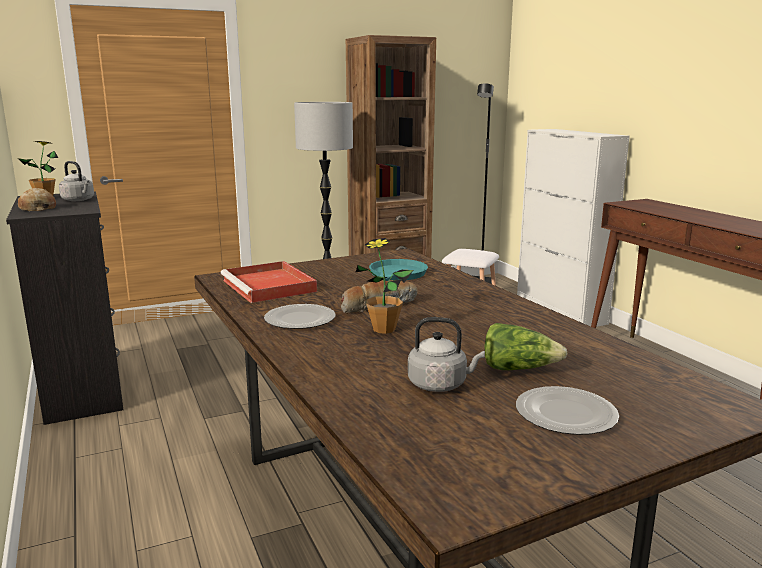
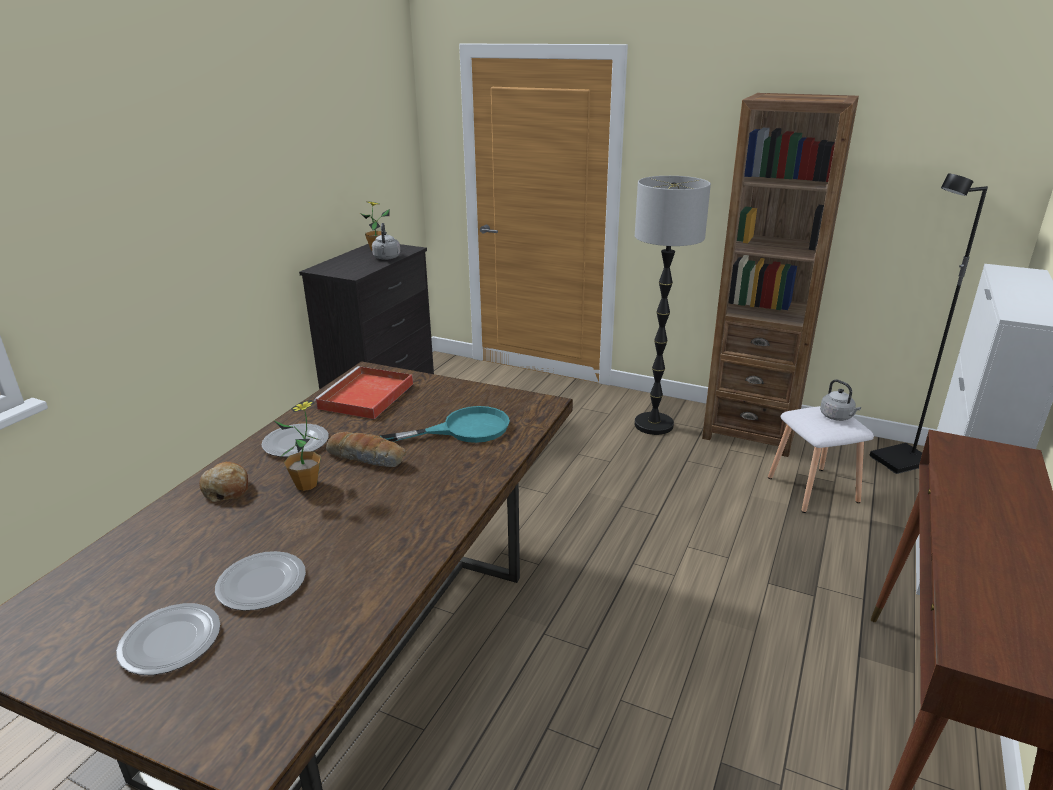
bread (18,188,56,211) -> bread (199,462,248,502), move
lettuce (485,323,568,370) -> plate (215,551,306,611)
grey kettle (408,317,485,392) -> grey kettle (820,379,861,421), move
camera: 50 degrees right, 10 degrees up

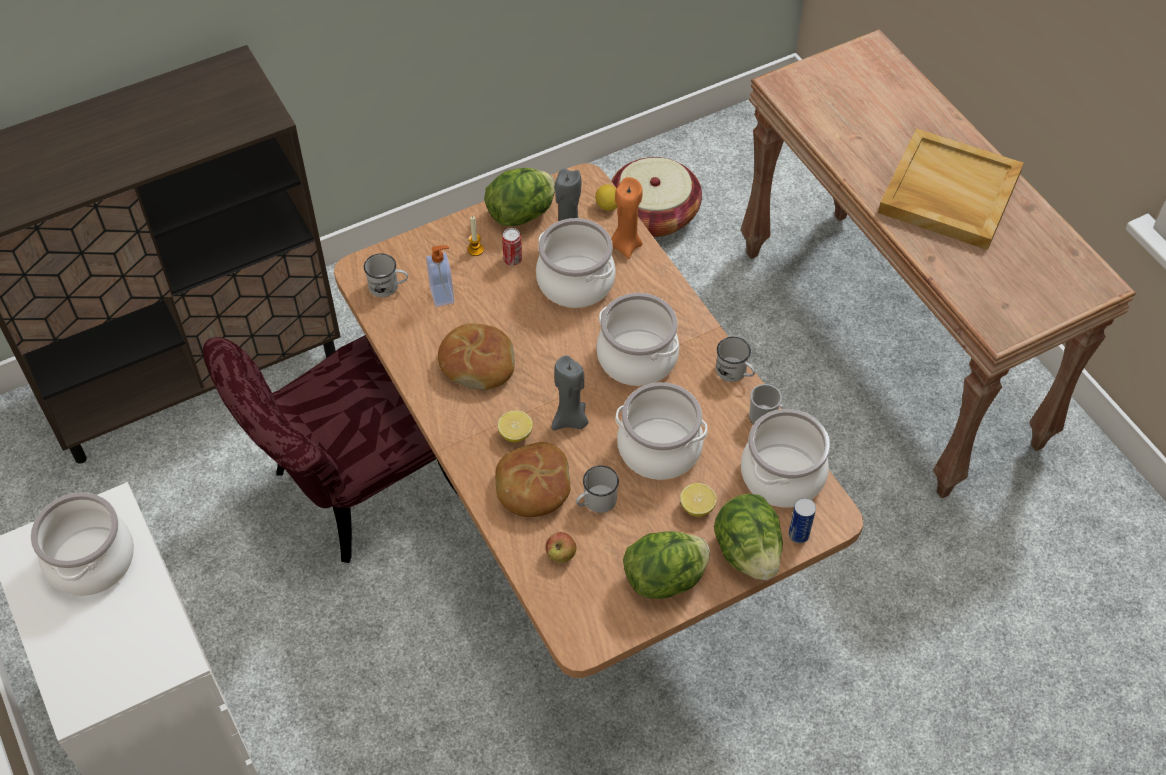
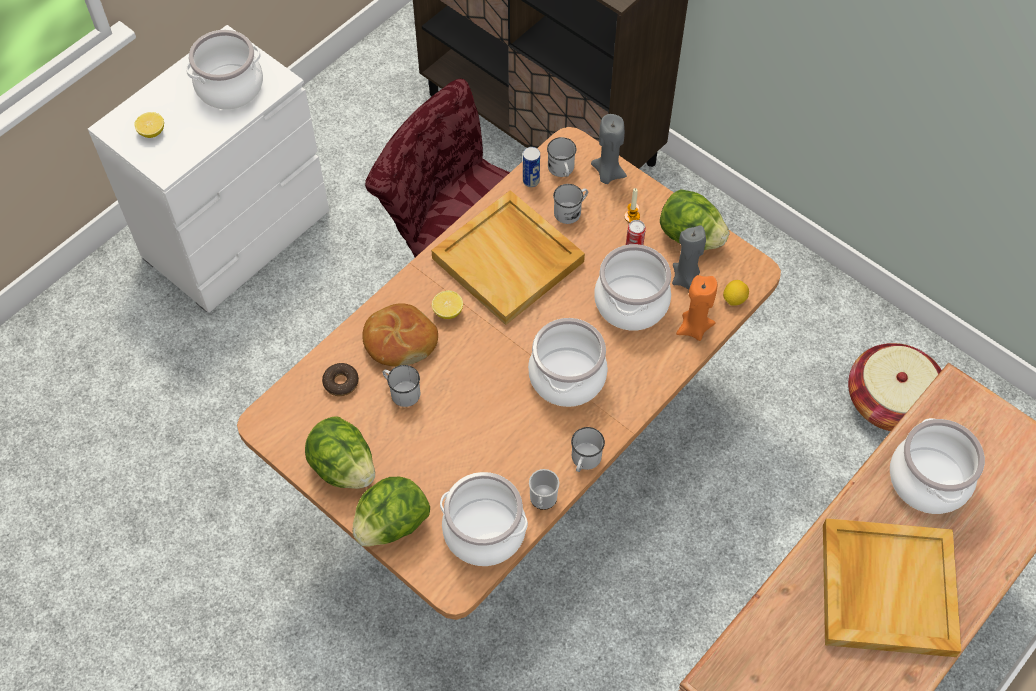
lemon (680,483,717,517) -> lemon (134,112,164,138), move
apple (545,532,577,563) -> donut (322,363,359,396)
bread (438,323,515,390) -> beige tray (431,190,585,325)
can (789,498,816,544) -> can (523,147,540,187), move
soap dispenser (426,245,454,307) -> white mug (553,184,588,224)
grey candle (551,355,588,430) -> grey candle (591,114,627,184), move
cooking pot (615,382,708,480) -> cooking pot (890,418,985,514), move
camera: 70 degrees right, 5 degrees up

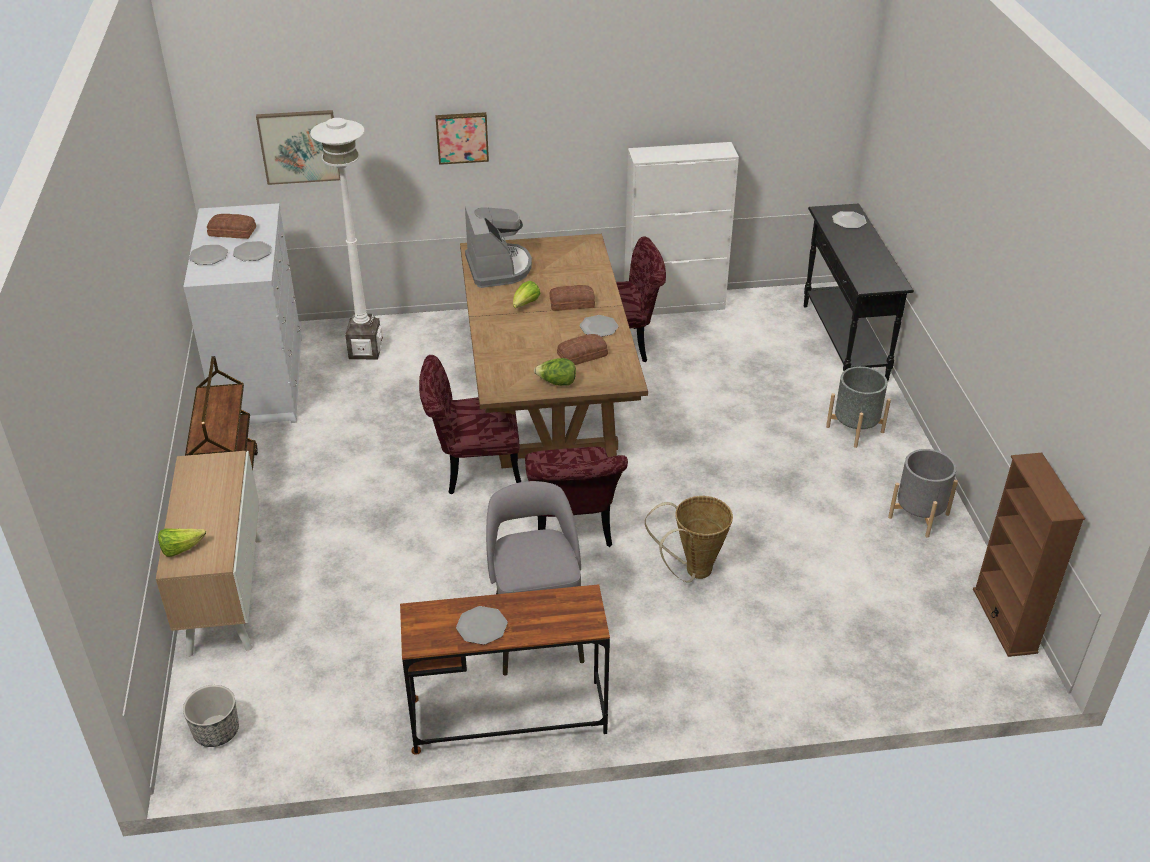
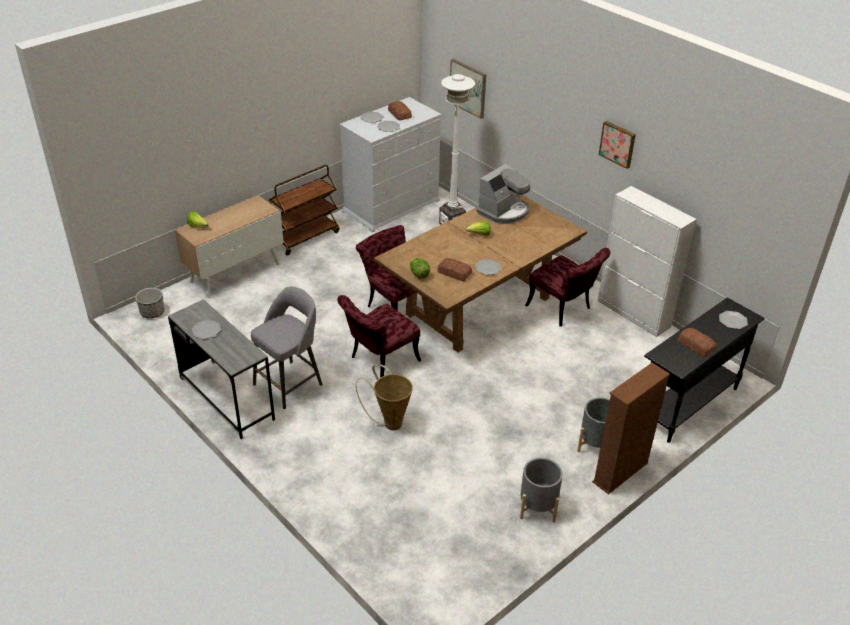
brown desk (400,584,610,755) -> grey desk (168,299,275,439)
brown bookcase (973,453,1085,657) -> brown bookcase (592,363,670,494), move
picture (435,112,489,165) -> picture (599,121,636,169), move
bread (549,285,595,311) -> bread (677,328,716,357), move
camera: 55 degrees right, 0 degrees up

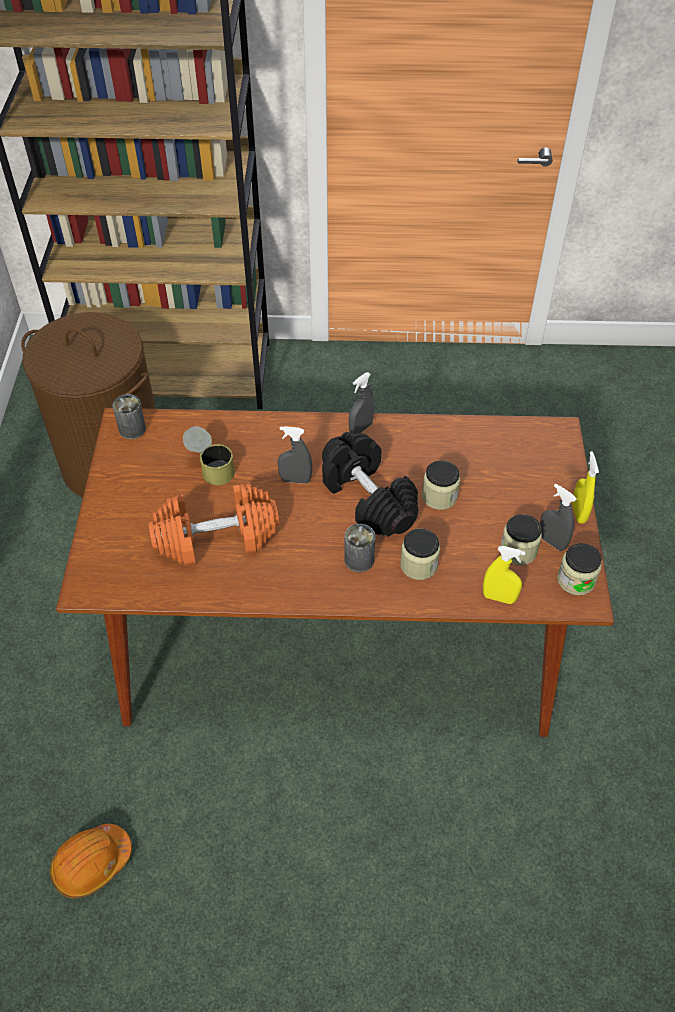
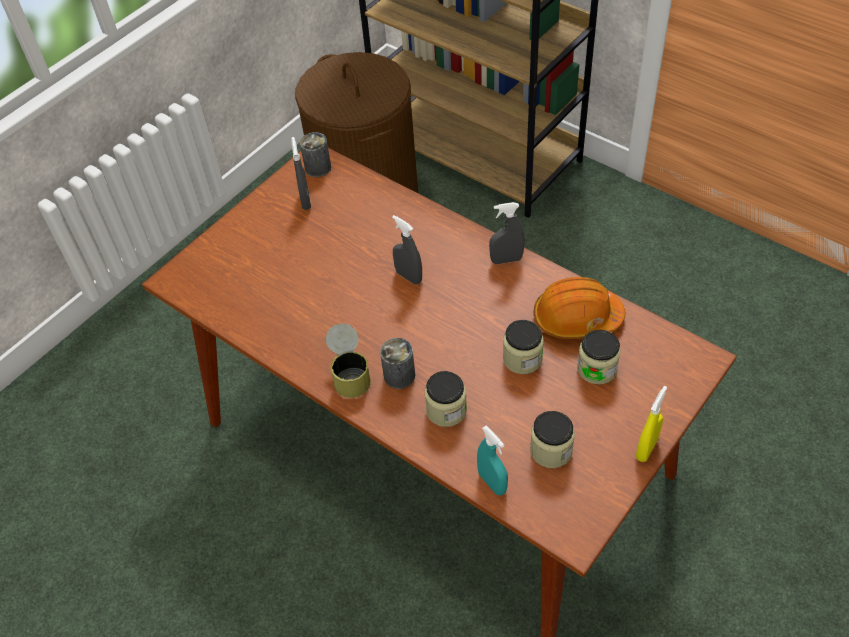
grey spray bottle (540,484,577,551) -> grey spray bottle (291,137,311,210), move
can (183,426,235,485) -> can (326,323,371,398), move
yellow spray bottle (483,546,525,604) -> turquoise spray bottle (477,426,508,495)
orange hard hat (50,824,132,898) -> orange hard hat (534,277,625,339), move
jar (557,543,602,595) -> jar (577,330,621,385), move
orange dumbbell (148,483,279,566) -> none
black dumbbell (322,432,418,537) -> none
camera: 40 degrees right, 0 degrees up

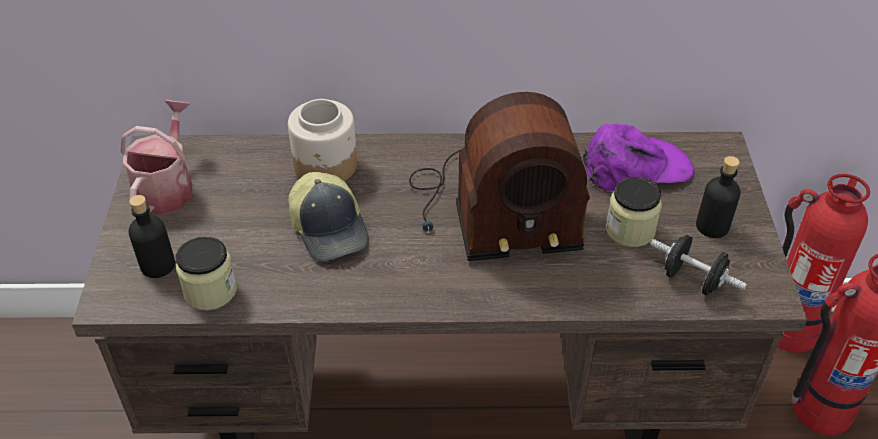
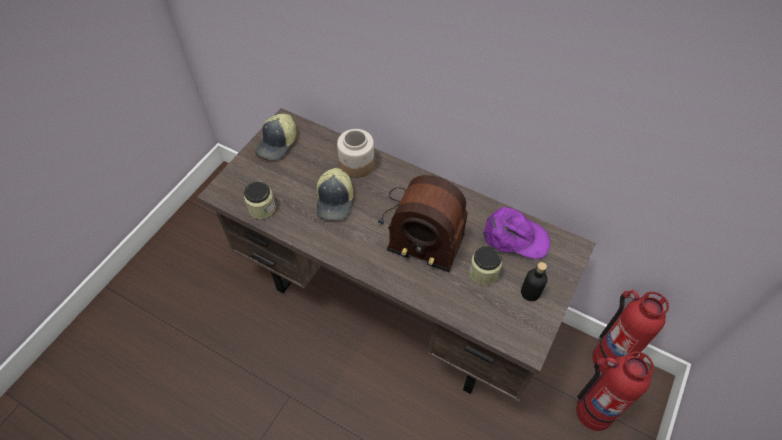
watering can (120,100,193,215) -> cap (255,114,297,161)
black bottle (129,195,175,278) -> none
black dumbbell (650,234,747,295) -> none
camera: 30 degrees right, 10 degrees up

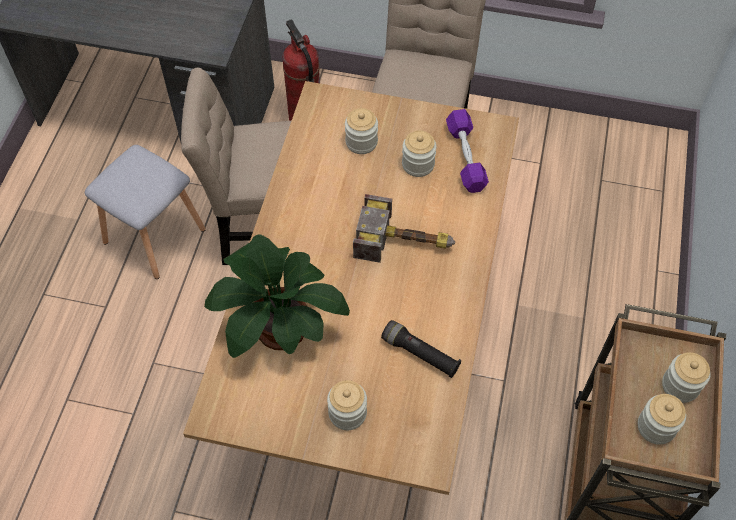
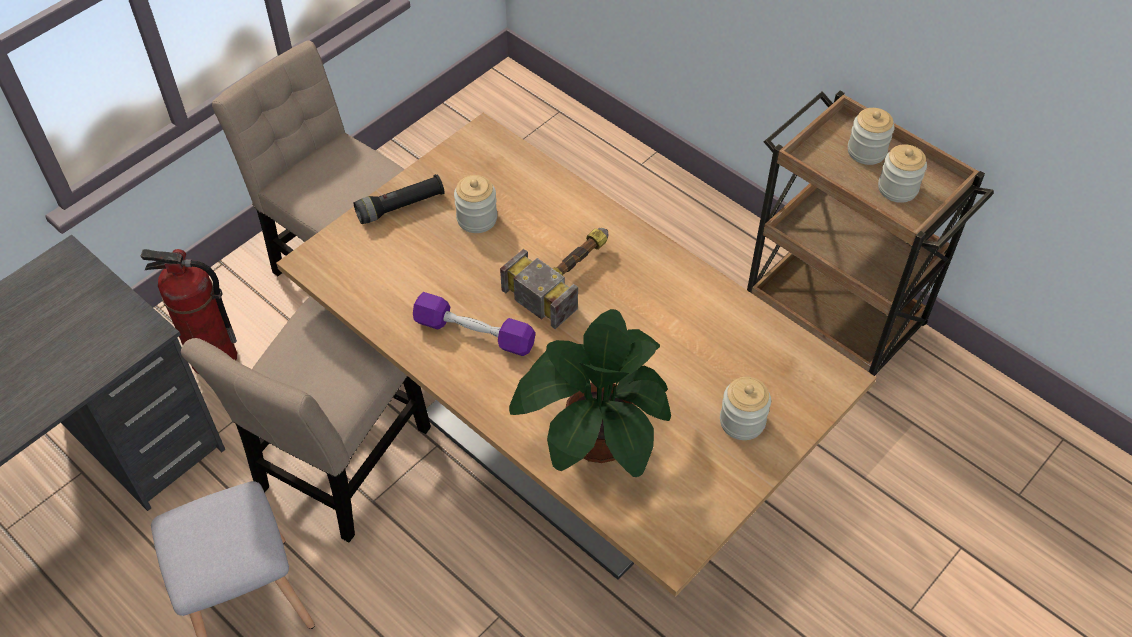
black flashlight (381,320,461,378) -> black flashlight (354,174,444,224), move
purple dumbbell (446,109,489,193) -> purple dumbbell (413,292,536,356), move
jar (345,108,378,154) -> none
camera: 60 degrees left, 5 degrees down

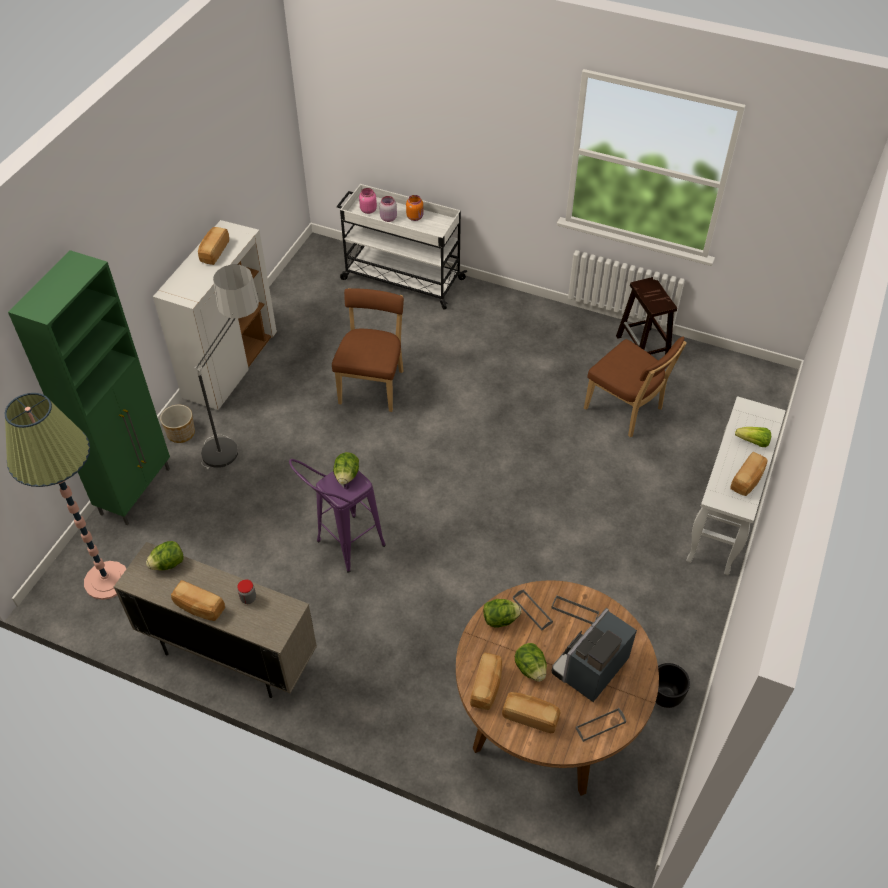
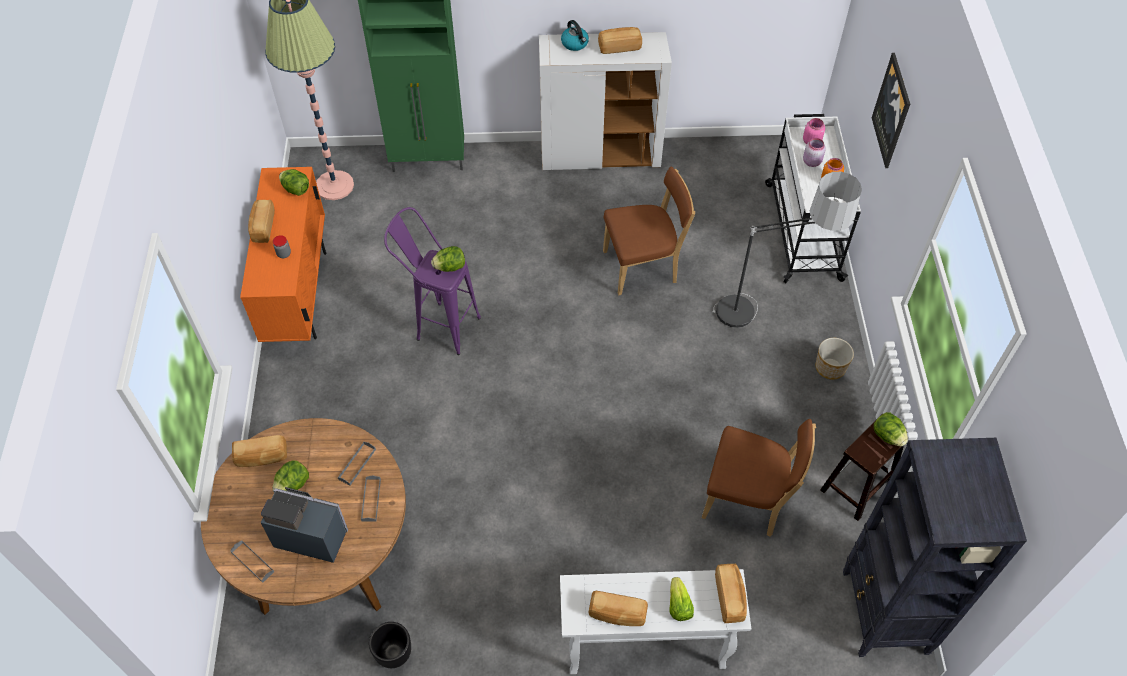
beige cabinet (114,542,317,698) -> orange cabinet (240,167,326,342)
none -> kettle (561,20,589,51)
brown chair (584,337,687,437) -> brown chair (702,419,816,537), 90 degrees counterclockwise
floor lamp (194,265,259,470) -> floor lamp (712,172,862,328), move
bread (502,692,560,733) -> bread (715,564,747,623), move
planter (160,405,195,443) -> planter (816,338,854,380), move
none -> black bookcase (843,438,1027,657)
none -> picture (872,53,910,168)
lettuce (483,599,521,628) -> lettuce (874,412,908,446), move
camera: 65 degrees right, 5 degrees up

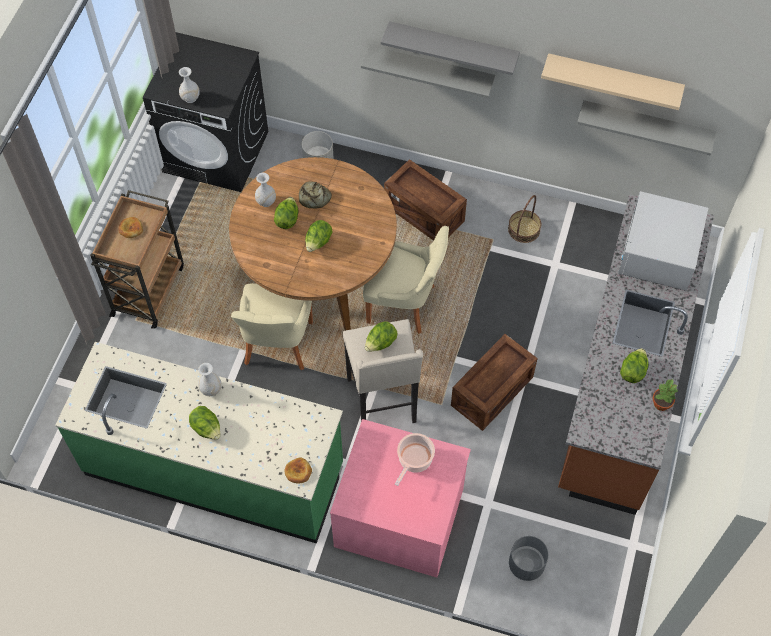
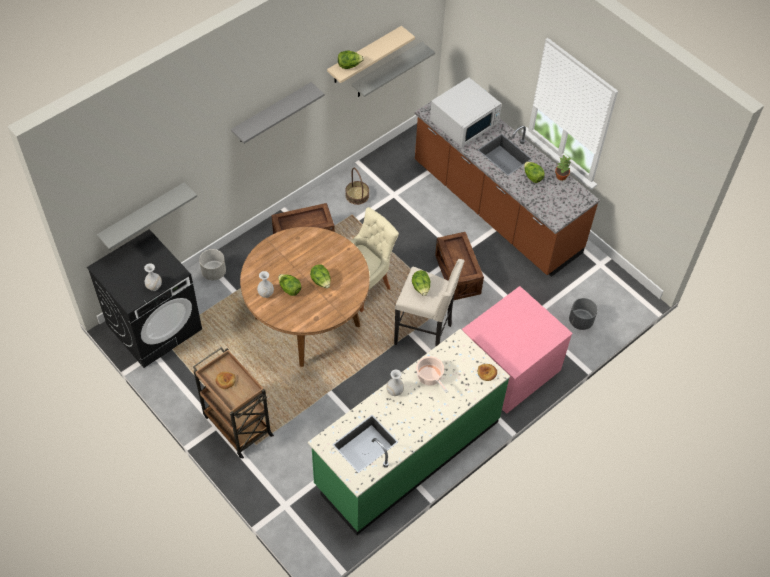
grey shelf (361,45,496,98) -> grey shelf (97,182,197,250), move
lettuce (189,406,220,440) -> lettuce (338,50,364,69), move
cooking pot (395,433,435,486) -> cooking pot (416,356,448,393), move
white microwave (618,191,708,291) -> white microwave (430,77,502,147), 90 degrees counterclockwise
beige chair (231,283,313,371) -> none
bread (299,181,332,209) -> none
camera: 60 degrees left, 5 degrees down

